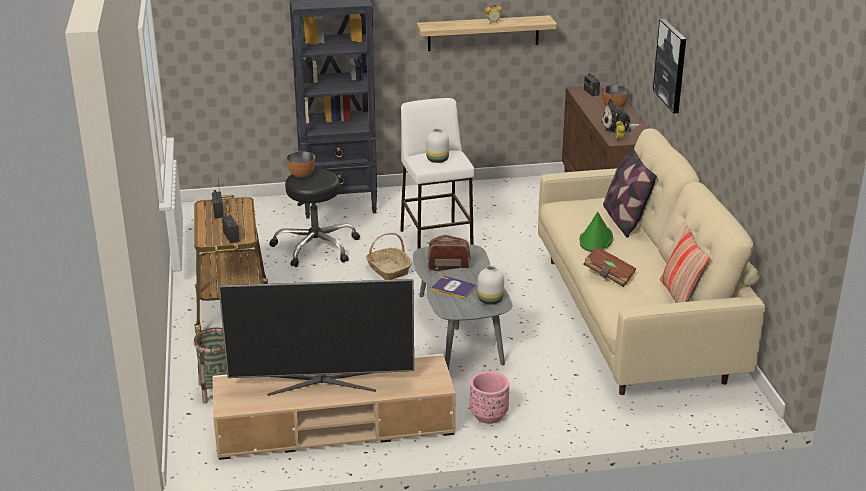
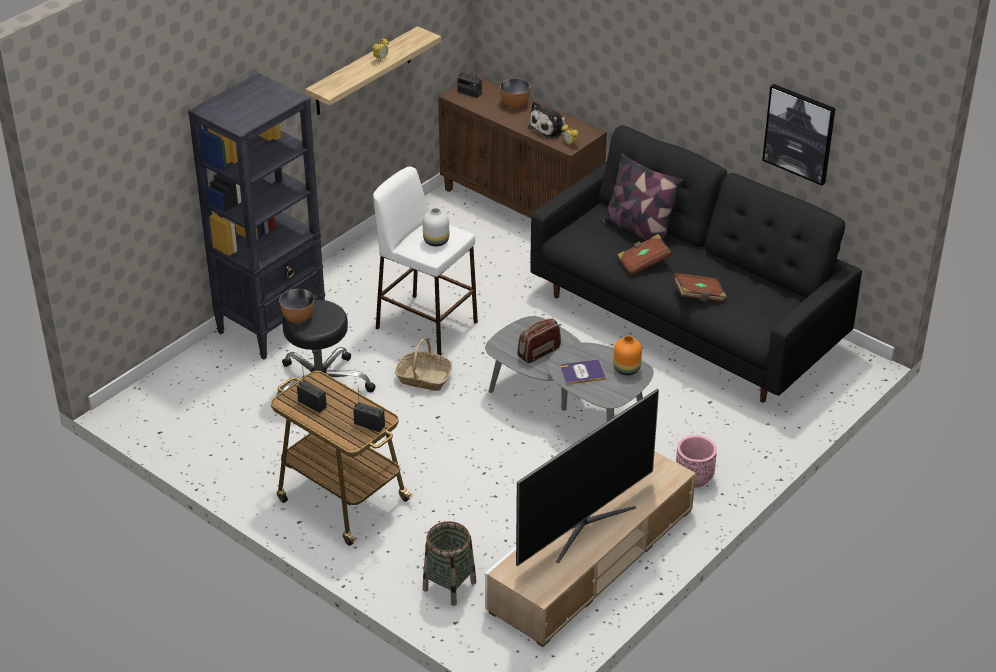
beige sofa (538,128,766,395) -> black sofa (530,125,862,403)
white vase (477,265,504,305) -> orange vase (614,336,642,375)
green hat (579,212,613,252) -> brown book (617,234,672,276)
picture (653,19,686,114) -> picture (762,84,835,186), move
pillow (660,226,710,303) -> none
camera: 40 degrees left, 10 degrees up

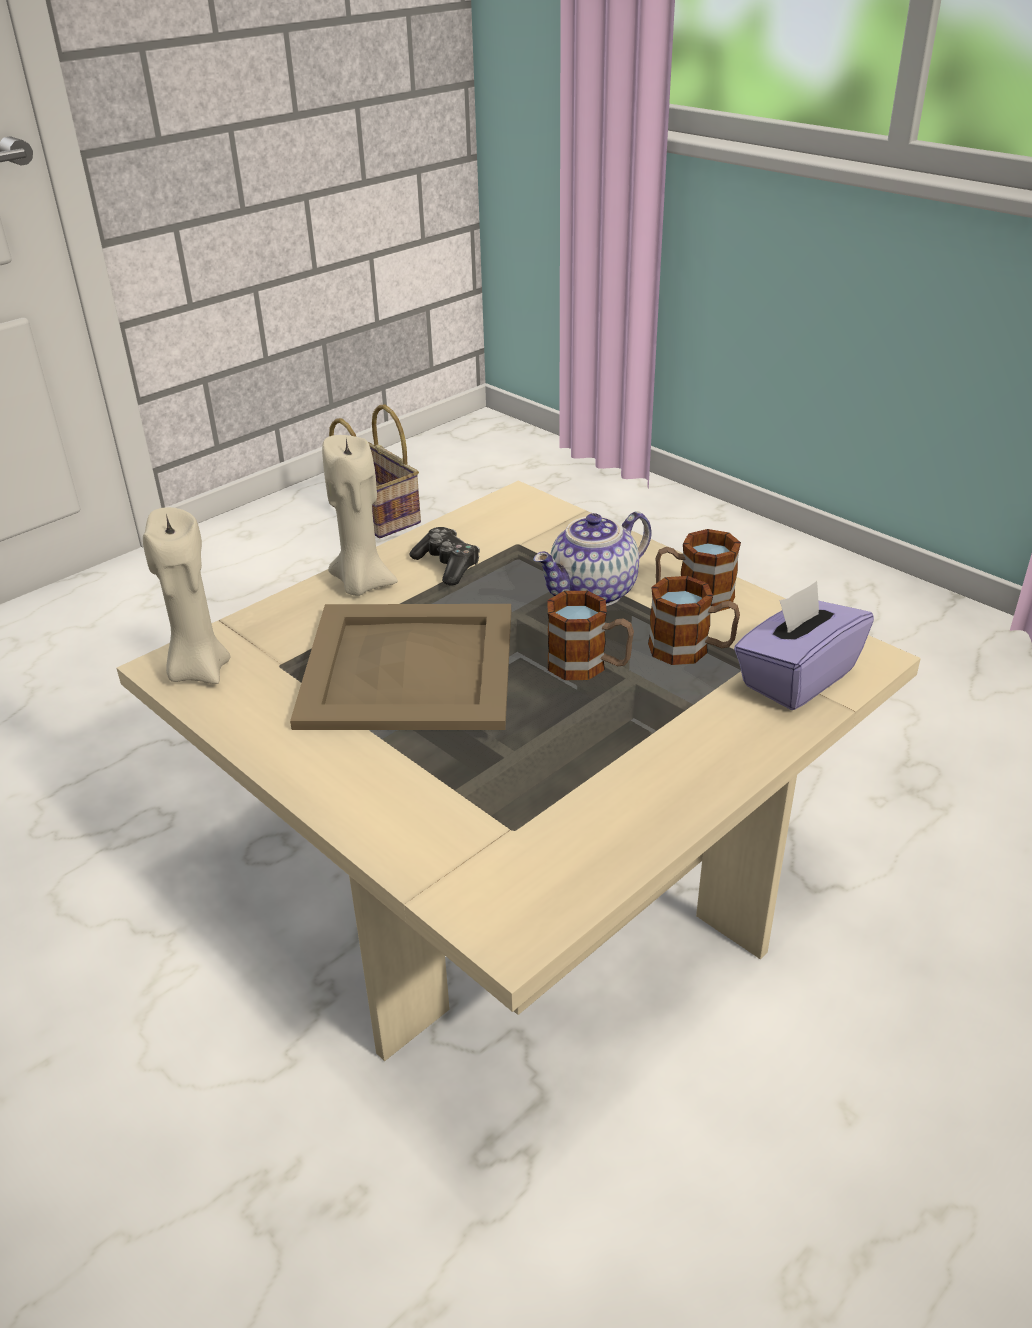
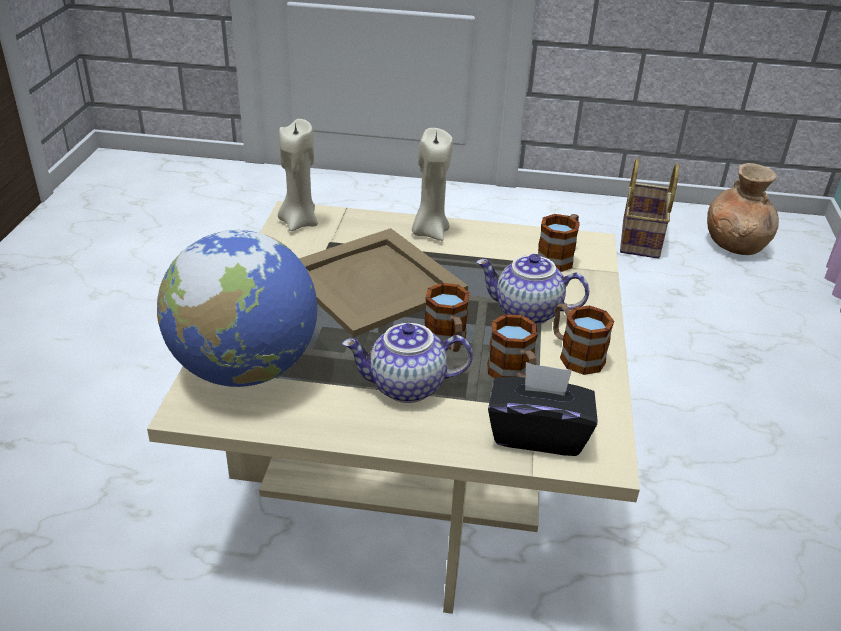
none -> globe (157,230,317,387)
none -> teapot (342,323,473,403)
purple tissue box (734,581,874,710) -> black tissue box (488,362,597,456)
none -> mug (538,214,580,272)
none -> brown vase (707,163,779,255)
game controller (409,527,480,586) -> none
camera: 50 degrees right, 0 degrees up

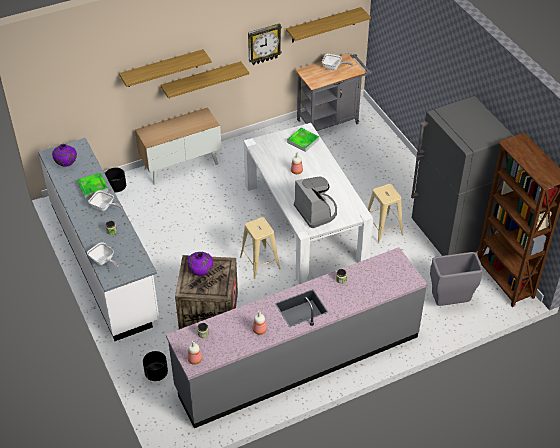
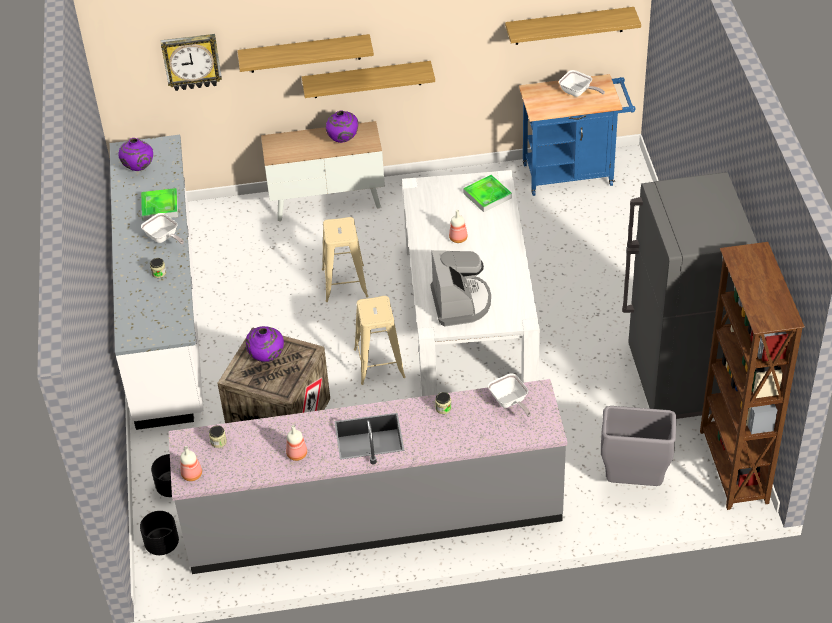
black planter (105,168,126,192) -> black planter (140,511,179,555), move
wall clock (248,23,282,65) -> wall clock (160,34,222,91), move
beige stool (368,184,404,244) -> beige stool (322,217,369,302), move
none -> purple vase (326,110,358,143)
frying pan (87,242,119,267) -> frying pan (488,373,531,417), move
grey cart (295,53,372,131) -> blue cart (519,74,636,196)
camera: 20 degrees right, 0 degrees up

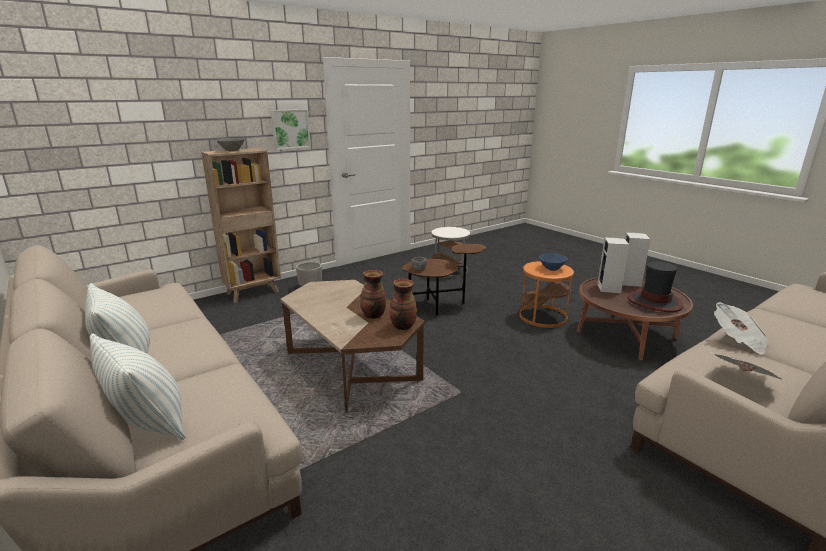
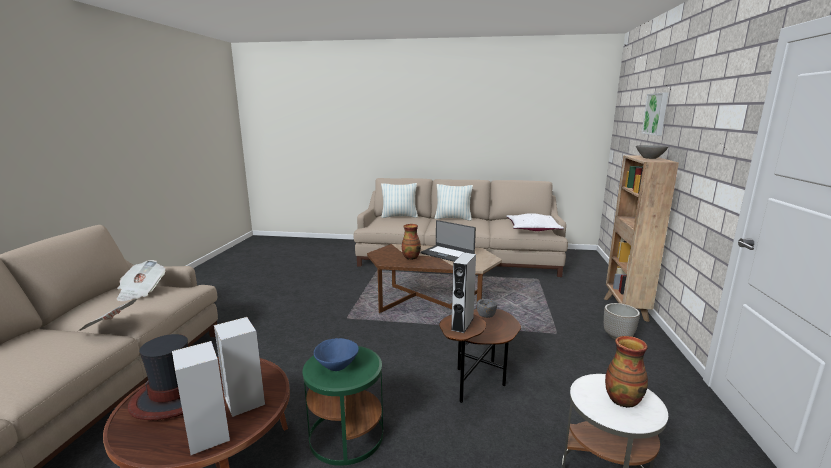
orange side table (519,261,574,328) -> green side table (302,346,383,466)
none -> laptop (421,220,476,262)
none -> grey speaker (451,252,476,333)
none -> white pillow (506,213,564,231)
vase (389,279,417,330) -> vase (605,336,648,408), move
picture (271,109,311,150) -> picture (642,93,668,136), move
camera: 135 degrees right, 5 degrees down

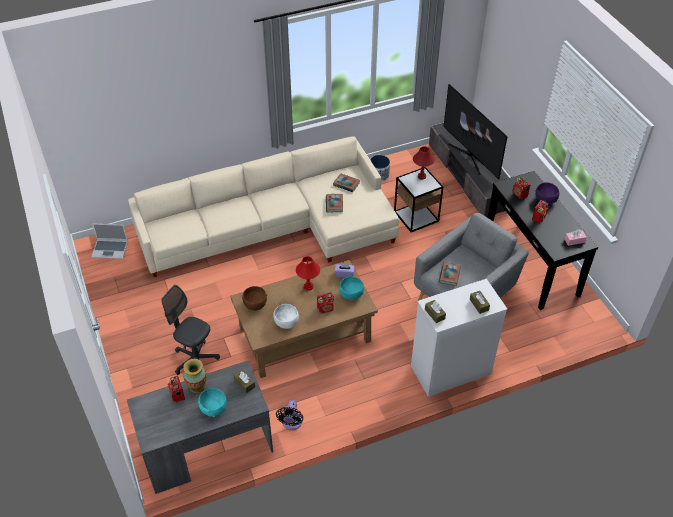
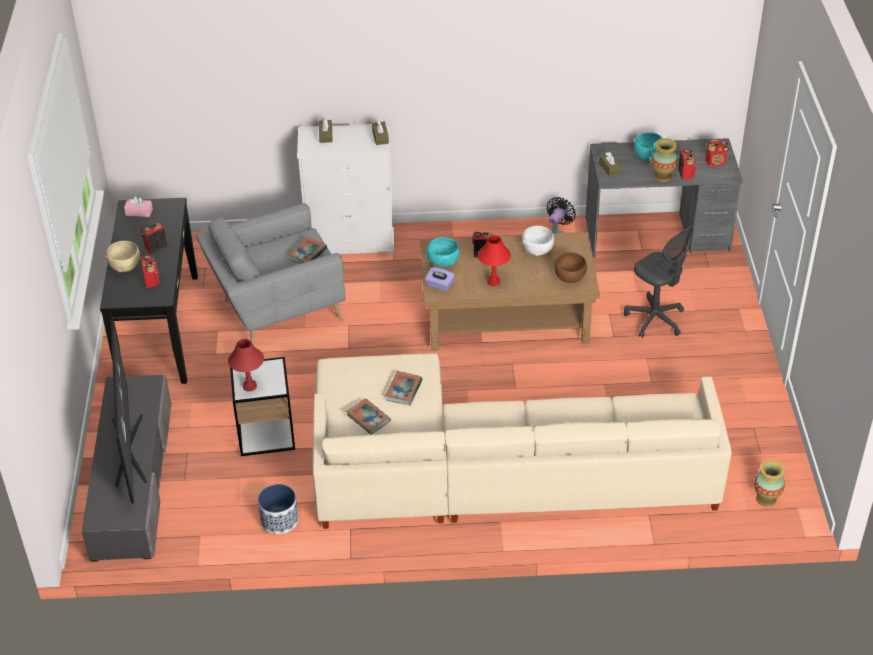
purple bowl (535,182,559,204) -> beige bowl (105,241,140,272)
none -> radio (705,140,729,167)
laptop (91,223,128,259) -> vase (754,460,785,507)
camera: 160 degrees left, 5 degrees down

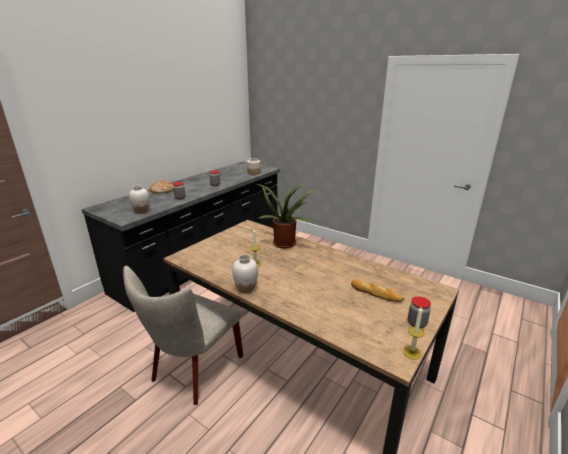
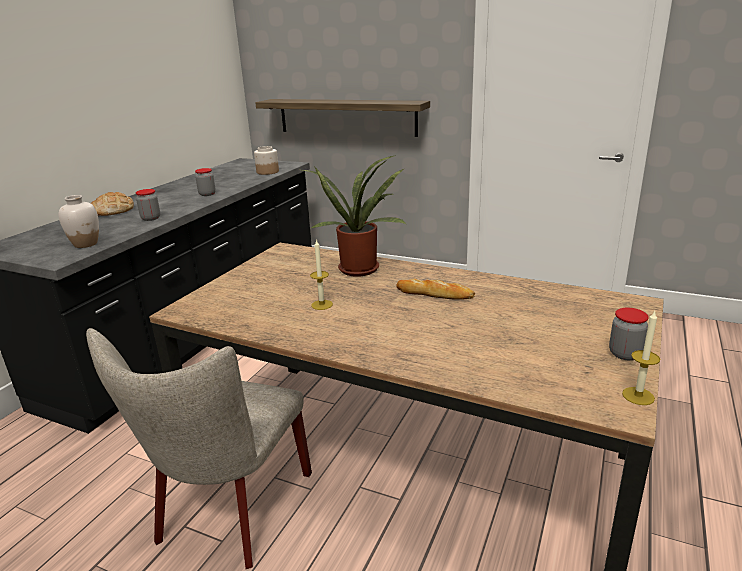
none -> shelf (255,99,430,137)
bread (351,280,404,302) -> bread (396,278,475,300), move
white vase (232,254,258,293) -> none
camera: 10 degrees left, 0 degrees up

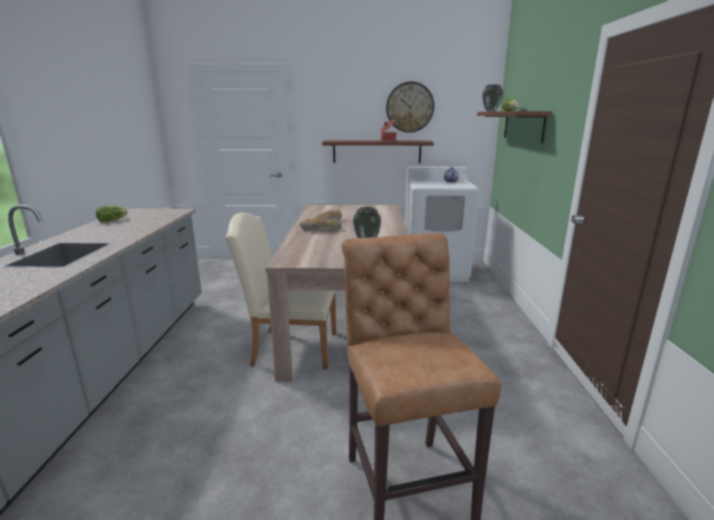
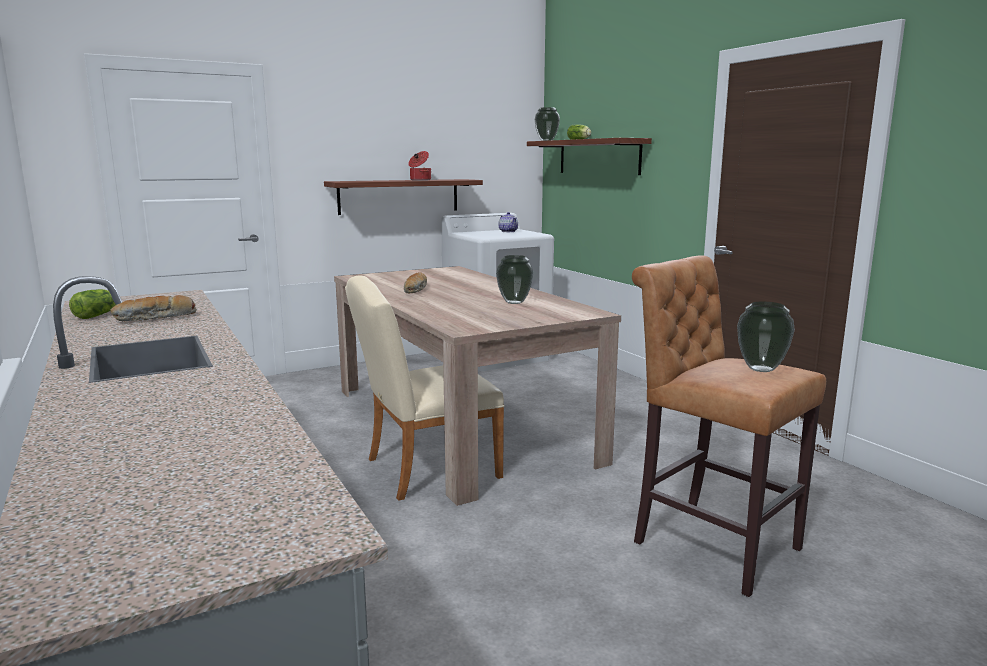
bread (300,218,342,231) -> bread (110,295,197,321), move
none -> vase (737,302,795,372)
wall clock (386,82,434,133) -> none
camera: 30 degrees left, 5 degrees down

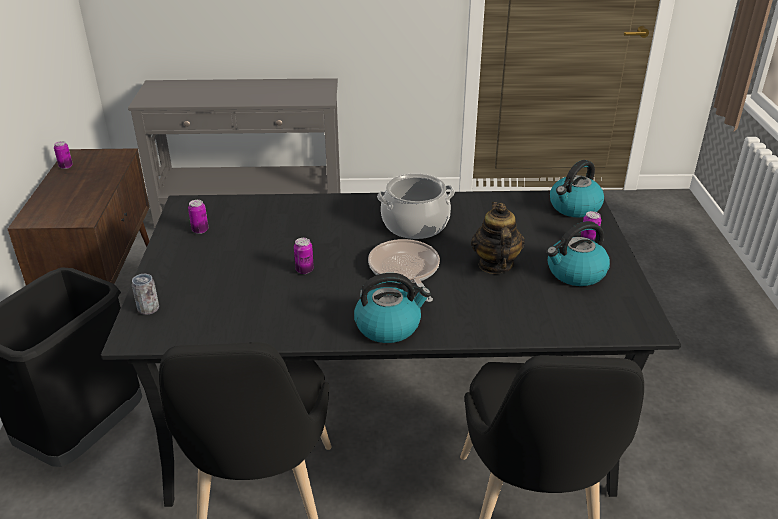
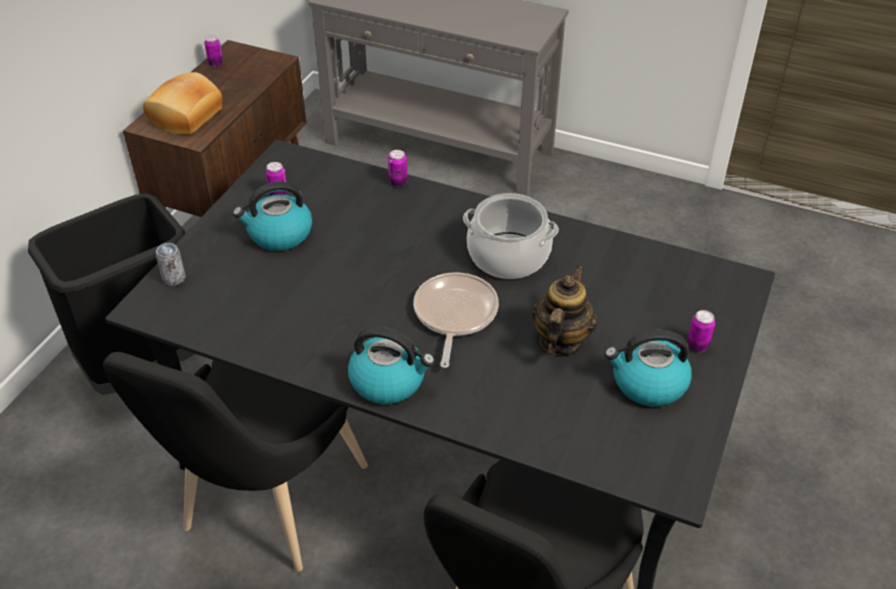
none -> bread (143,72,222,135)
kettle (550,160,604,218) -> kettle (233,182,312,251), move
can (294,238,314,274) -> can (388,150,408,187), move
camera: 25 degrees right, 10 degrees up

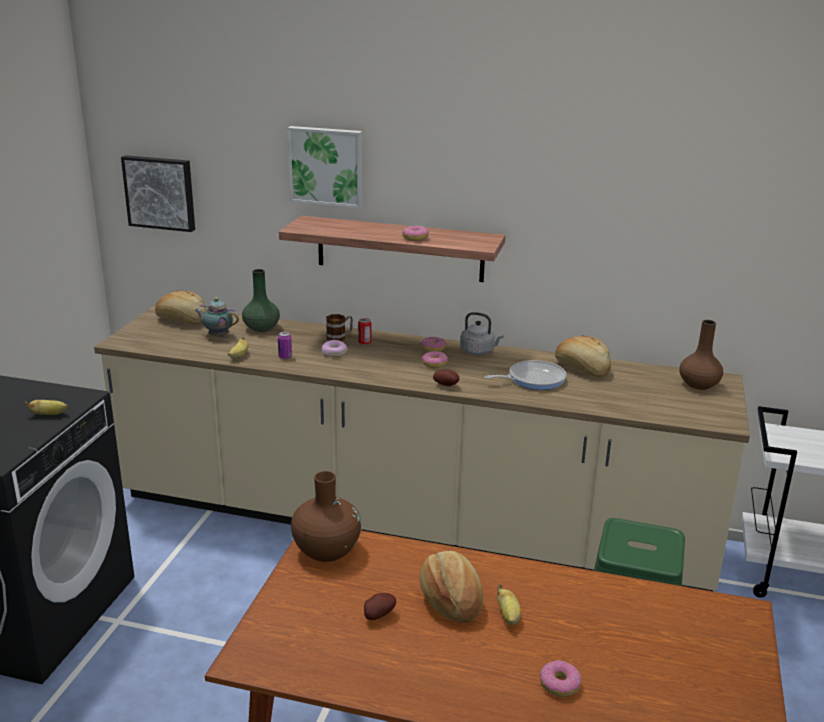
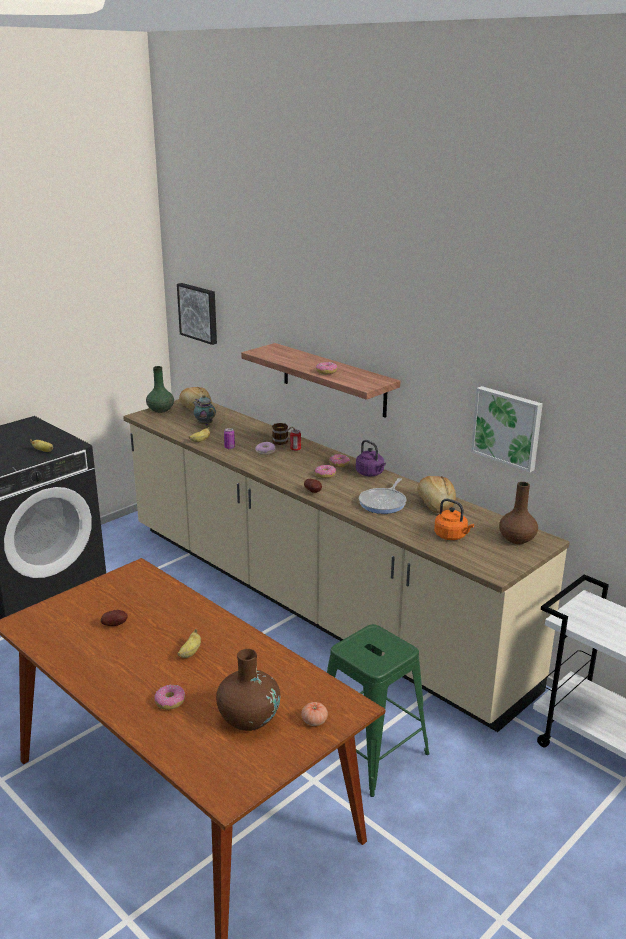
green vase (242,269,280,332) -> green vase (146,366,174,413), move
brown vase (291,471,361,562) -> brown vase (216,649,280,731), move
none -> tomato (301,702,328,726)
grey kettle (460,312,504,355) -> purple kettle (356,440,386,476)
frying pan (484,360,566,390) -> frying pan (359,478,407,514), 105 degrees clockwise
none -> orange kettle (434,499,474,540)
picture (287,126,363,208) -> picture (471,386,543,472), move
bread (419,551,483,623) -> none
camera: 30 degrees right, 0 degrees up

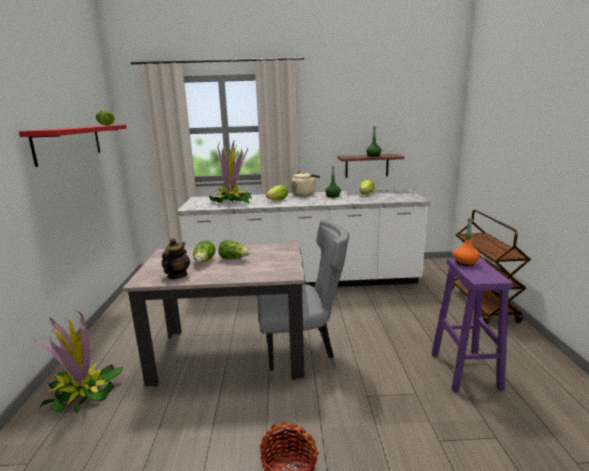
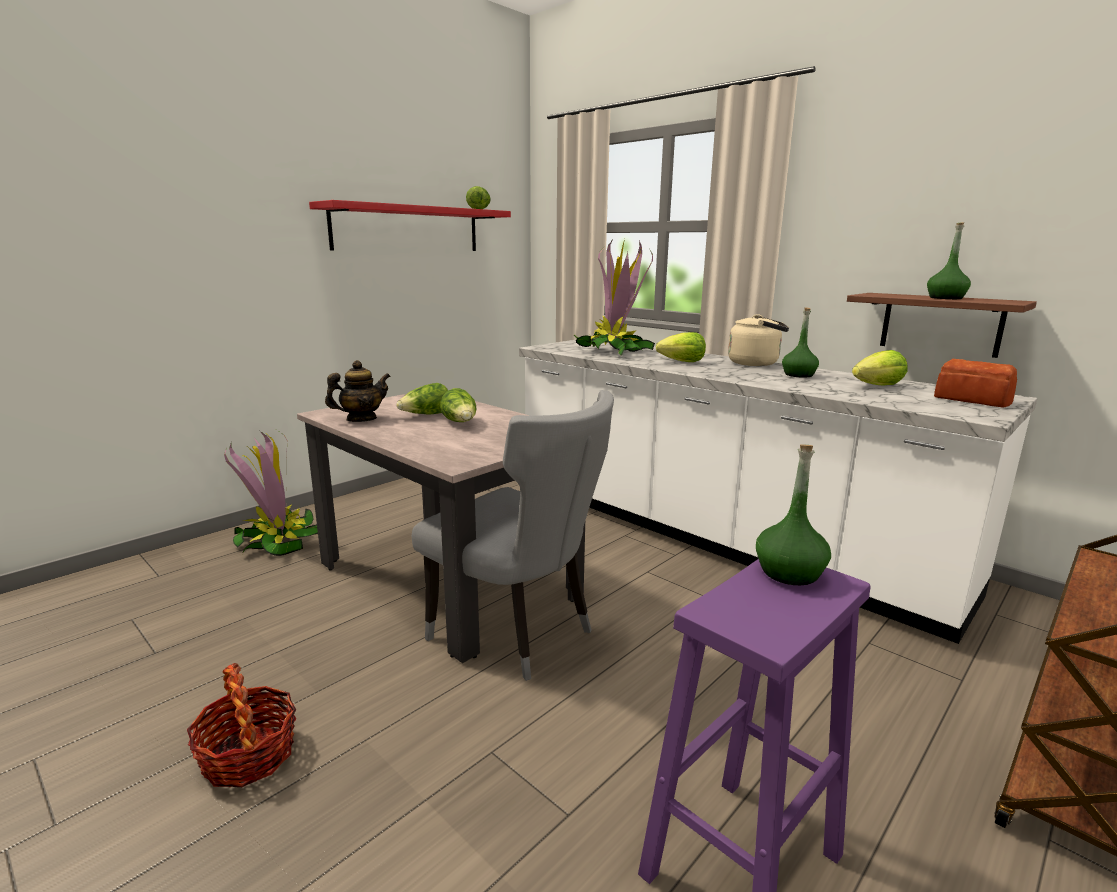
orange bottle (453,218,480,266) -> green bottle (756,444,831,585)
none -> bread (934,359,1017,408)
camera: 45 degrees right, 0 degrees up

